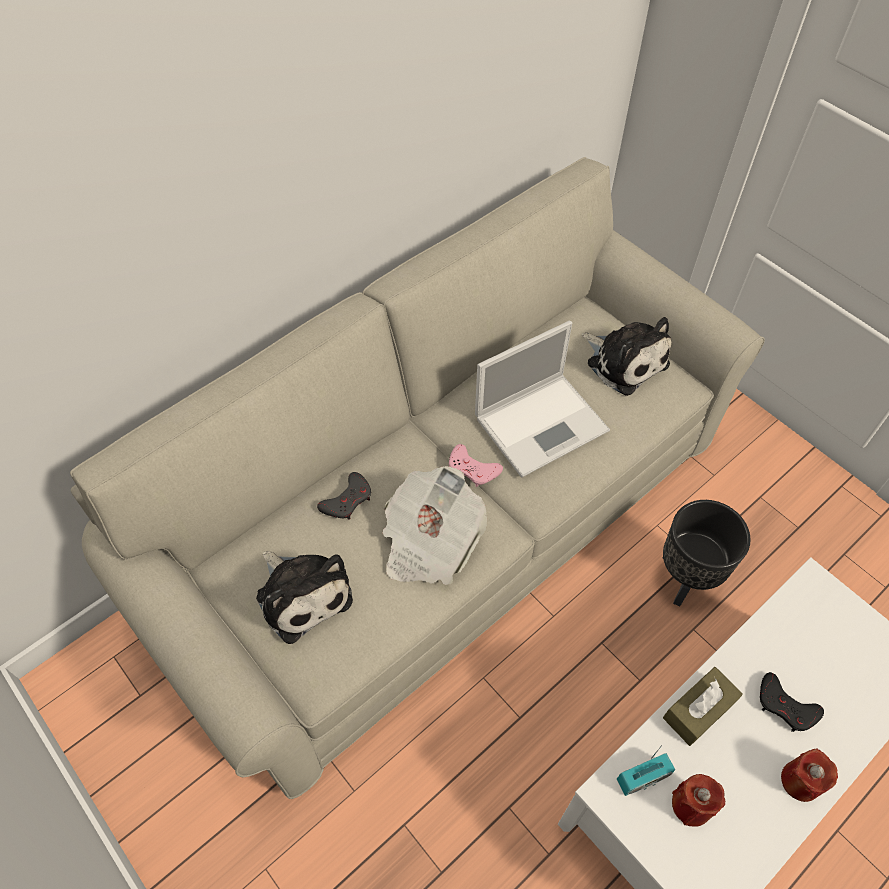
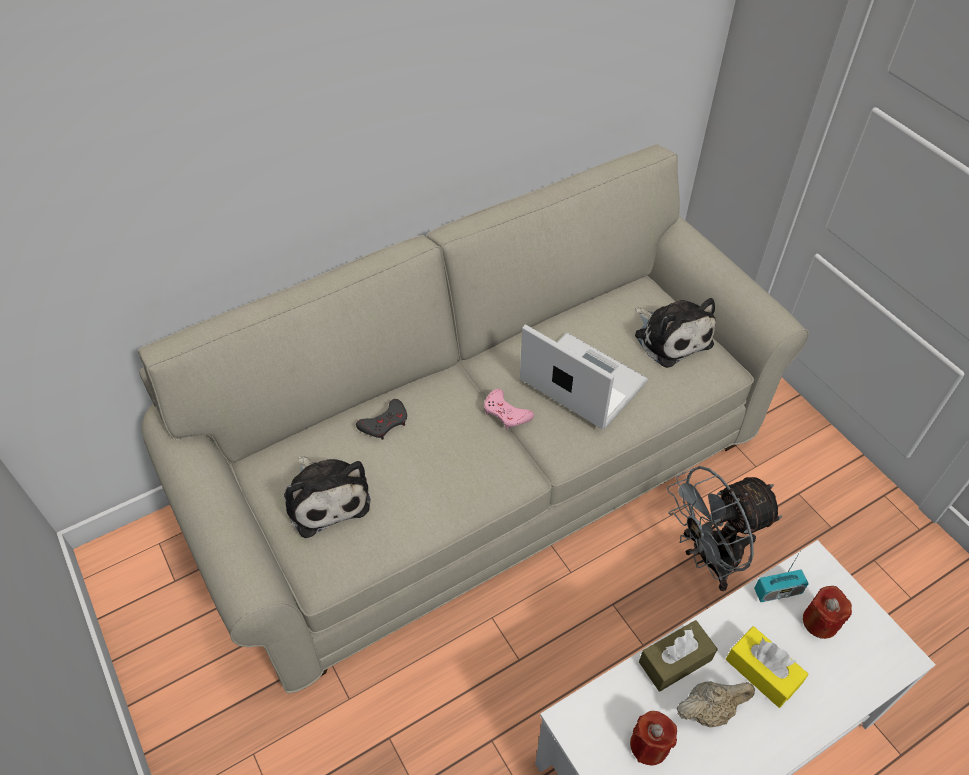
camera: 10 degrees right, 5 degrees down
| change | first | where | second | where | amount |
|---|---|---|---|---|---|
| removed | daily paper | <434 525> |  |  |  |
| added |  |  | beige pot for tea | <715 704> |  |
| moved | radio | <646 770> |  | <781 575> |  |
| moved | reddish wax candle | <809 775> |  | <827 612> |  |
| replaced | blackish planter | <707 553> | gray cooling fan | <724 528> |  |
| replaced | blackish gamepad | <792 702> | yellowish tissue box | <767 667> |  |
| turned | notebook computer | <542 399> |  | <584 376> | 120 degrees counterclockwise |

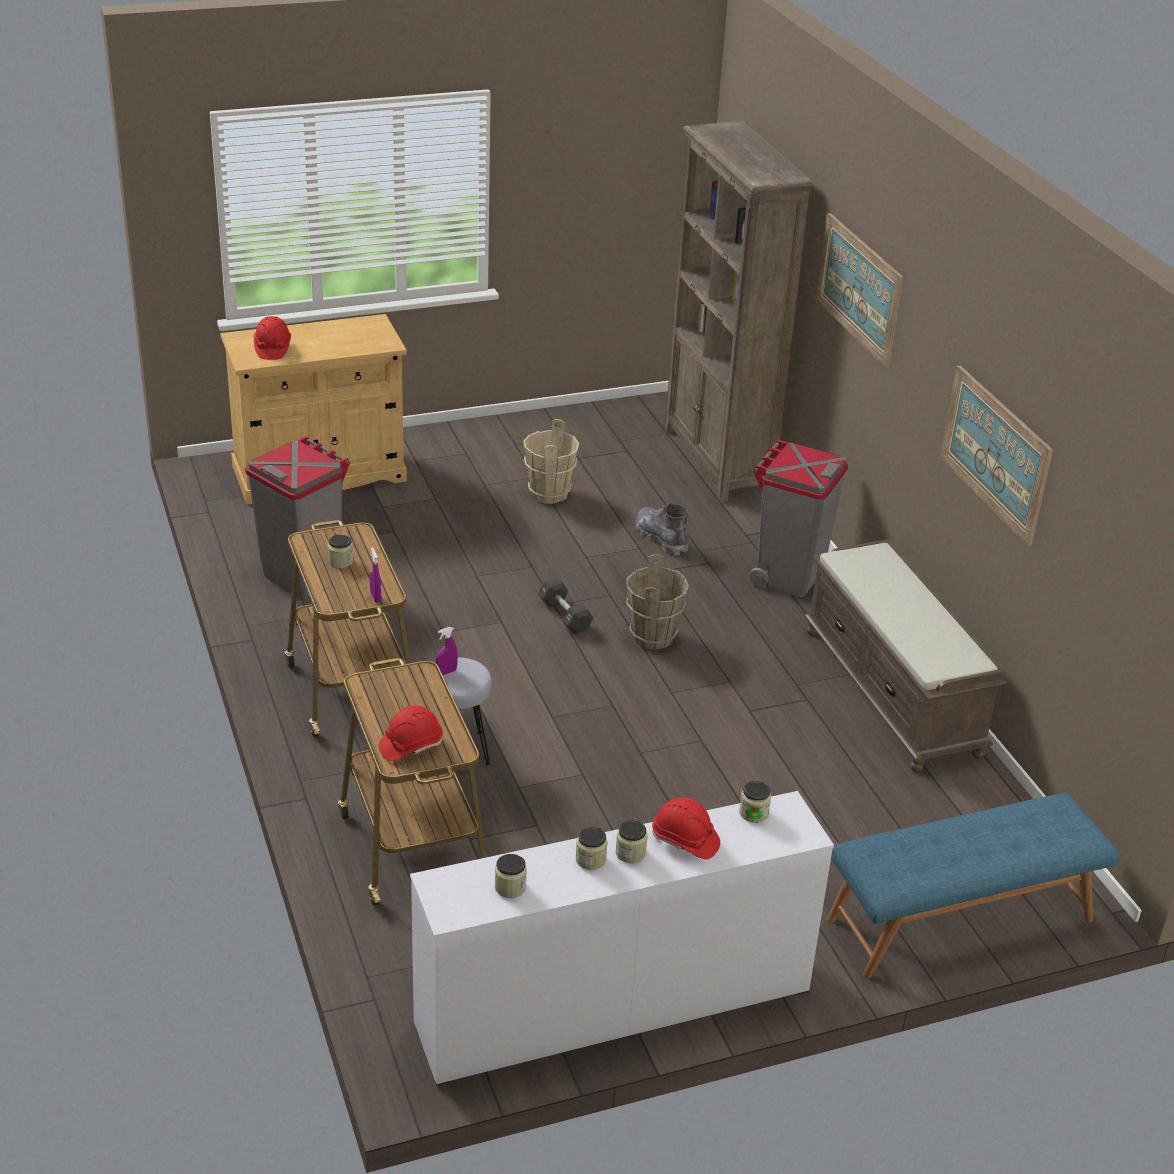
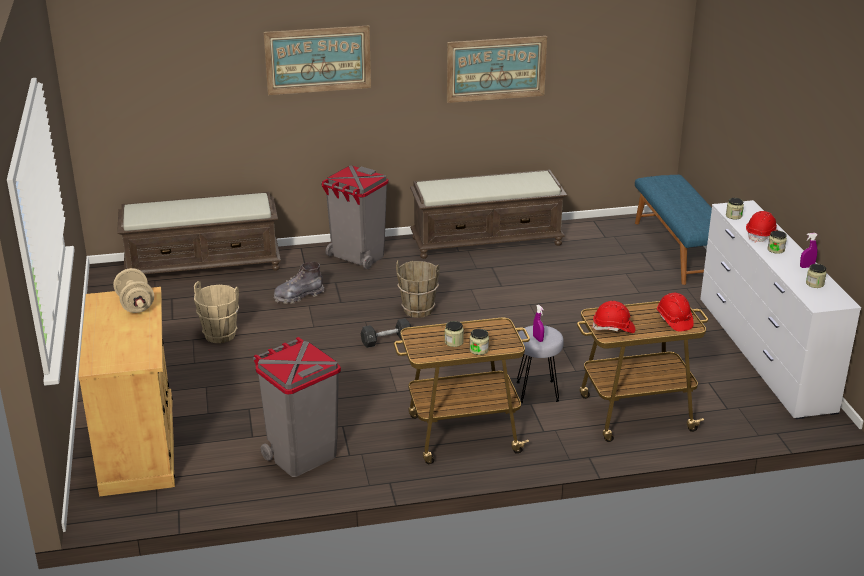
camera: 80 degrees left, 5 degrees down
| change | first | where | second | where | amount |
|---|---|---|---|---|---|
| added |  |  | beige dumbbell | <133 290> |  |
| moved | reddish safety helmet | <272 338> |  | <613 317> |  |
| moved | purple-coloured sprayer | <375 575> |  | <809 250> |  |
| moved | preserve jar | <592 848> |  | <479 342> |  |
| replaced | brown shelving unit | <738 311> | brown long seat | <199 233> |  |

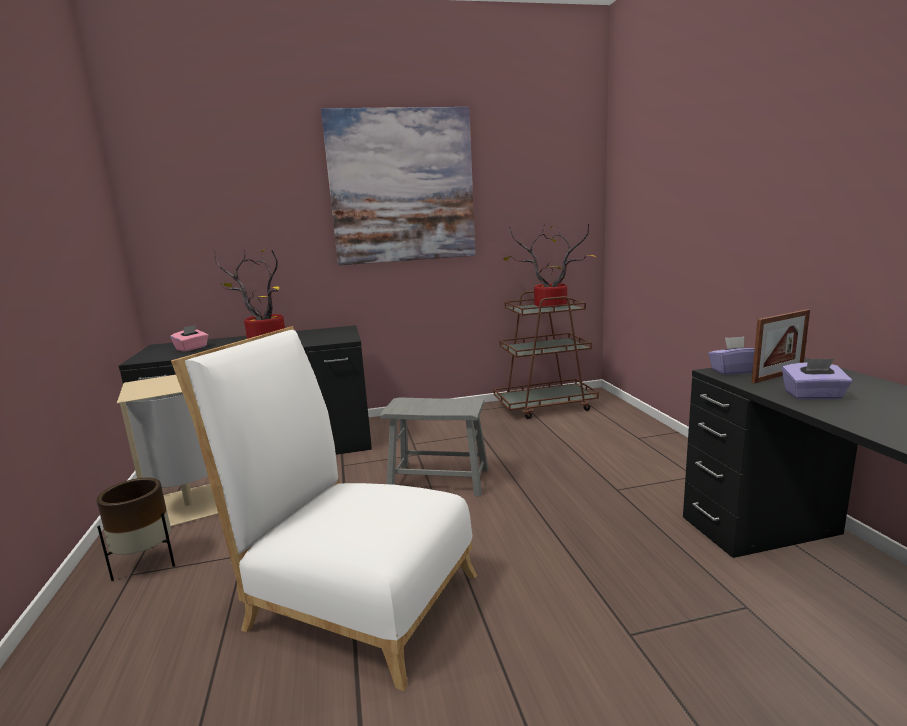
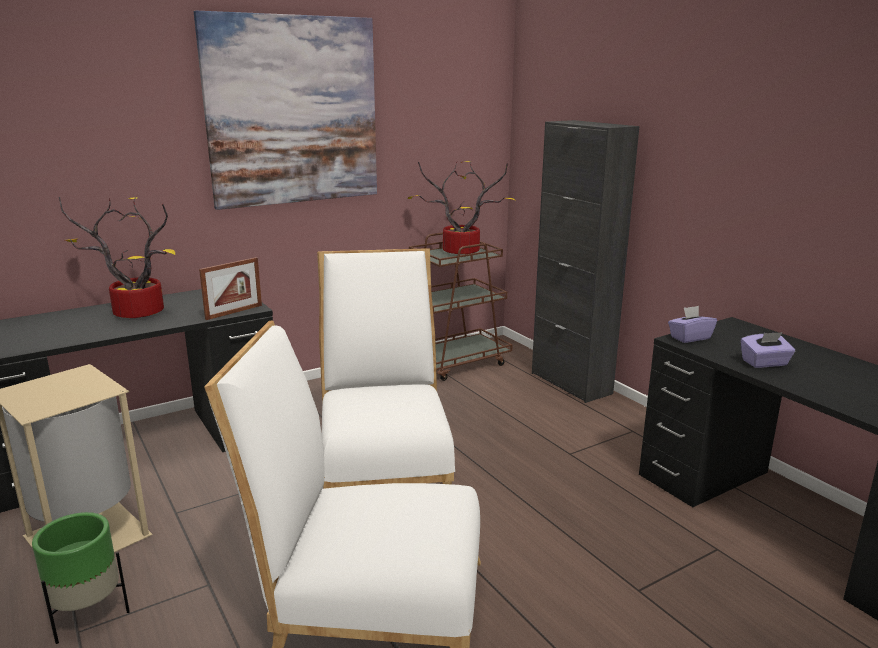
camera: 20 degrees left, 5 degrees up
| change | first | where | second | where | amount |
|---|---|---|---|---|---|
| removed | pinkish tissue box | <189 338> |  |  |  |
| added |  |  | blackish cabinet | <585 261> |  |
| moved | picture frame | <780 346> |  | <230 288> |  |
| replaced | gray stool | <434 447> | whitish chair | <386 368> |  |
| recoloured | brown planter | <135 529> | green-coloured planter | <81 578> |  |

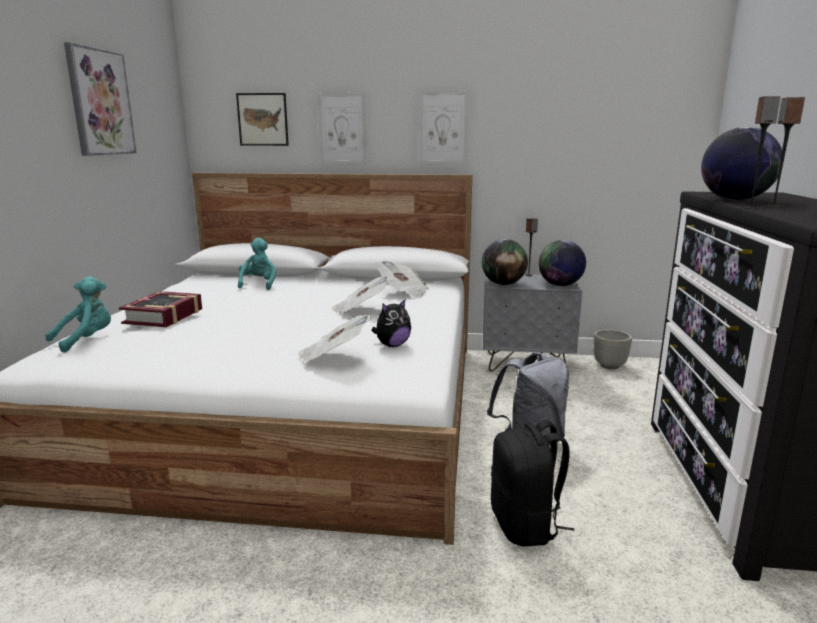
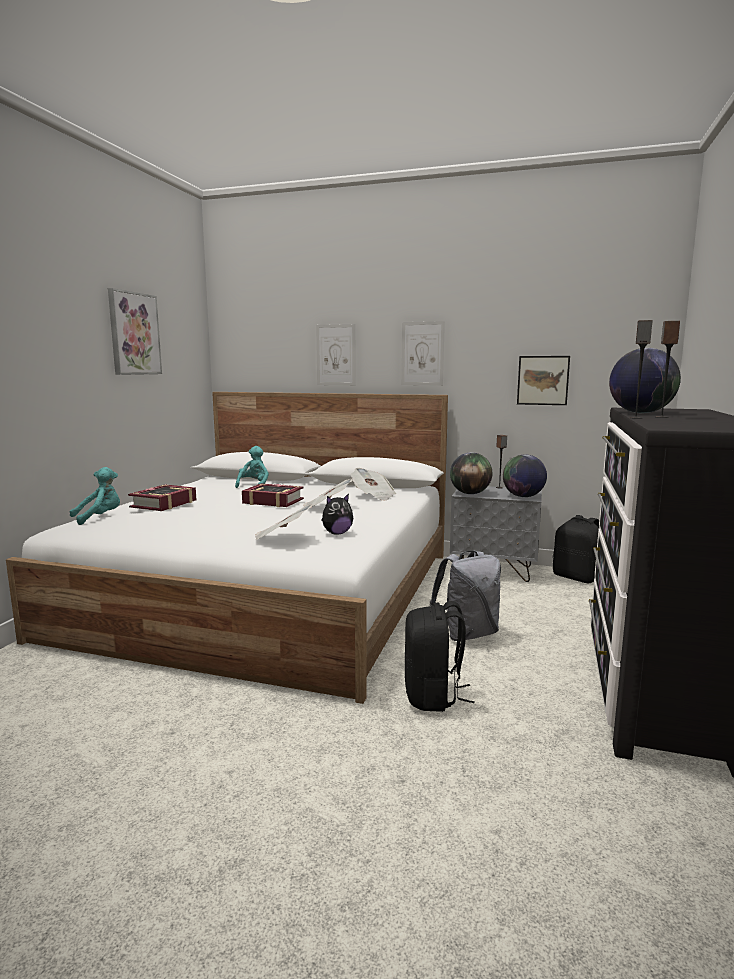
camera: 10 degrees right, 5 degrees down
| change | first | where | second | where | amount |
|---|---|---|---|---|---|
| added |  |  | volume | <273 495> |  |
| moved | wall picture | <262 119> |  | <543 380> |  |
| replaced | gray planter | <613 349> | blackish rucksack | <576 549> |  |

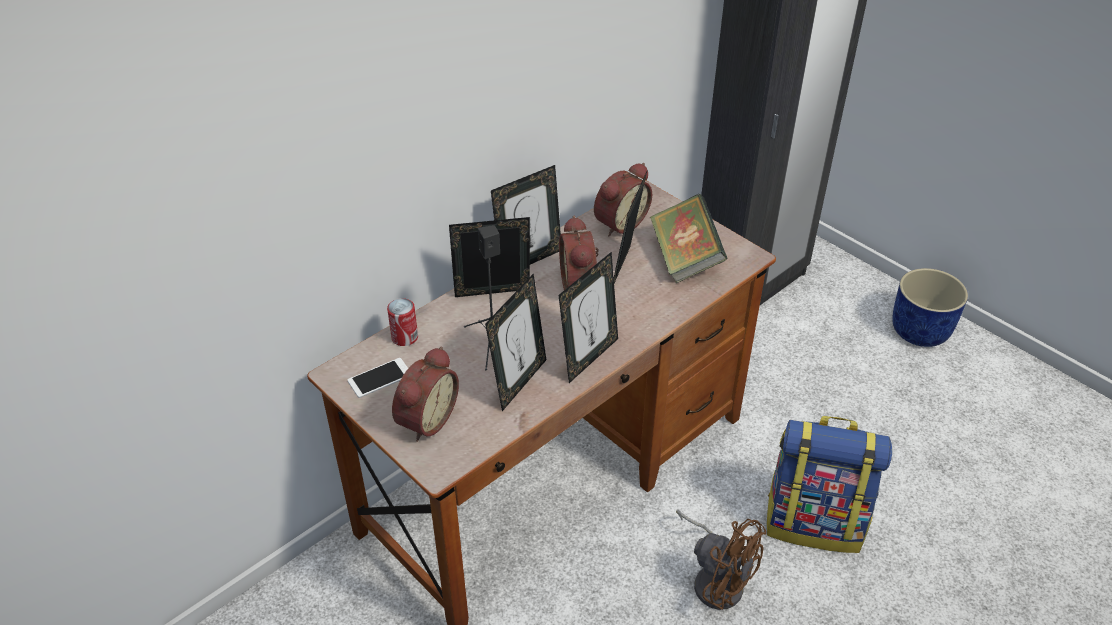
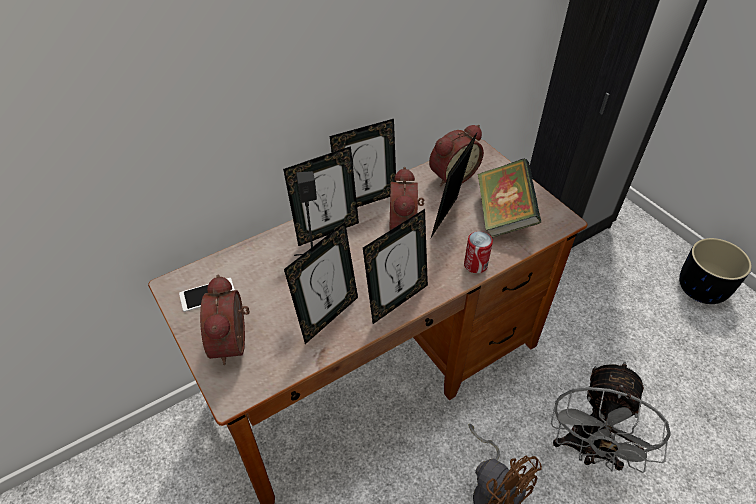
camera: 10 degrees right, 5 degrees up
| change | first | where | second | where | amount |
|---|---|---|---|---|---|
| moved | metal can | <402 322> |  | <478 252> |  |
| replaced | rucksack | <829 484> | gray cooling fan | <611 417> |  |
| recoloured | blue planter | <930 307> | blackish planter | <715 271> |  |
| turned | bedside clock | <425 394> |  | <225 320> | 135 degrees clockwise |
| turned | picture frame | <489 257> |  | <321 196> | 150 degrees clockwise |

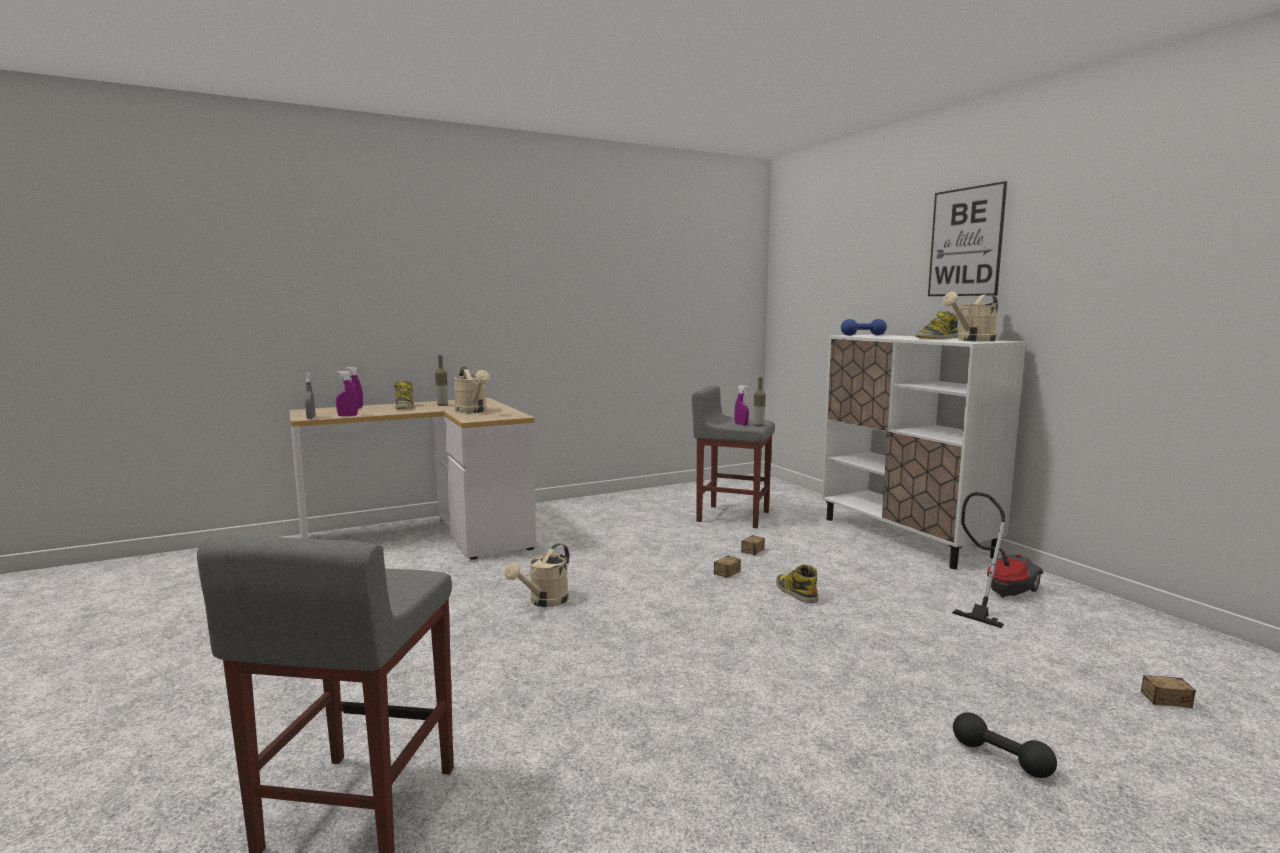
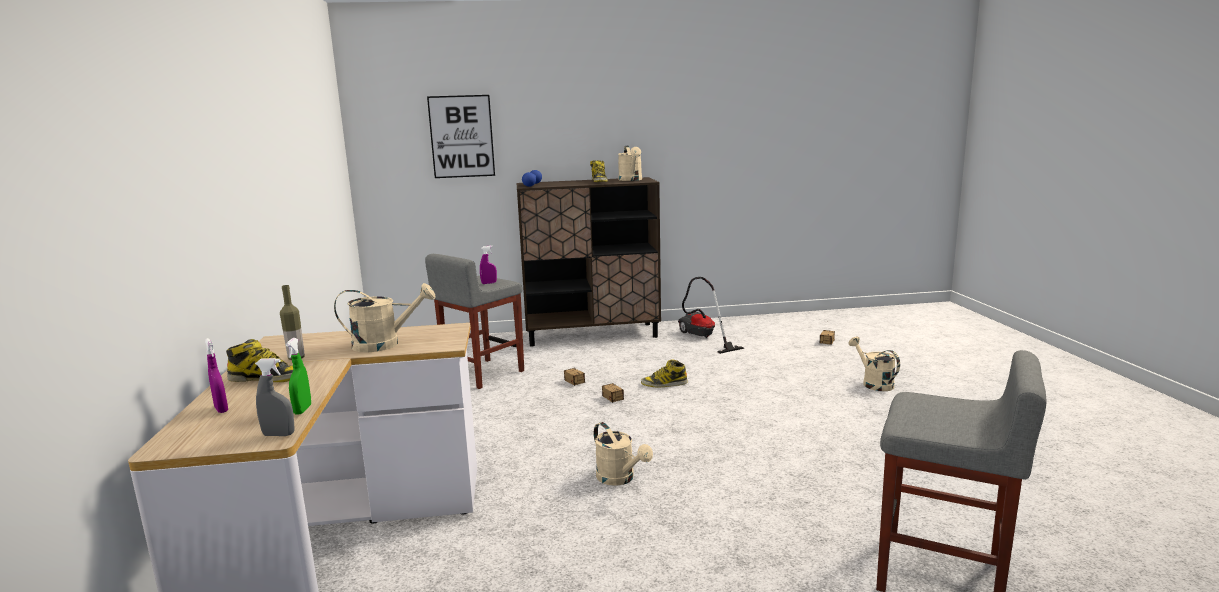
camera: 70 degrees left, 5 degrees up
| change | first | where | second | where | amount |
|---|---|---|---|---|---|
| removed | drink bottle | <760 401> |  |  |  |
| moved | wall picture | <967 238> |  | <461 136> |  |
| replaced | blackish dumbbell | <1005 745> | beige watering can | <874 363> |  |
| recoloured | purple-coloured sprayer | <347 393> | green-coloured sprayer | <298 376> |  |
| recoloured | whitish cabinet | <924 452> | brown cabinet | <589 262> |  |

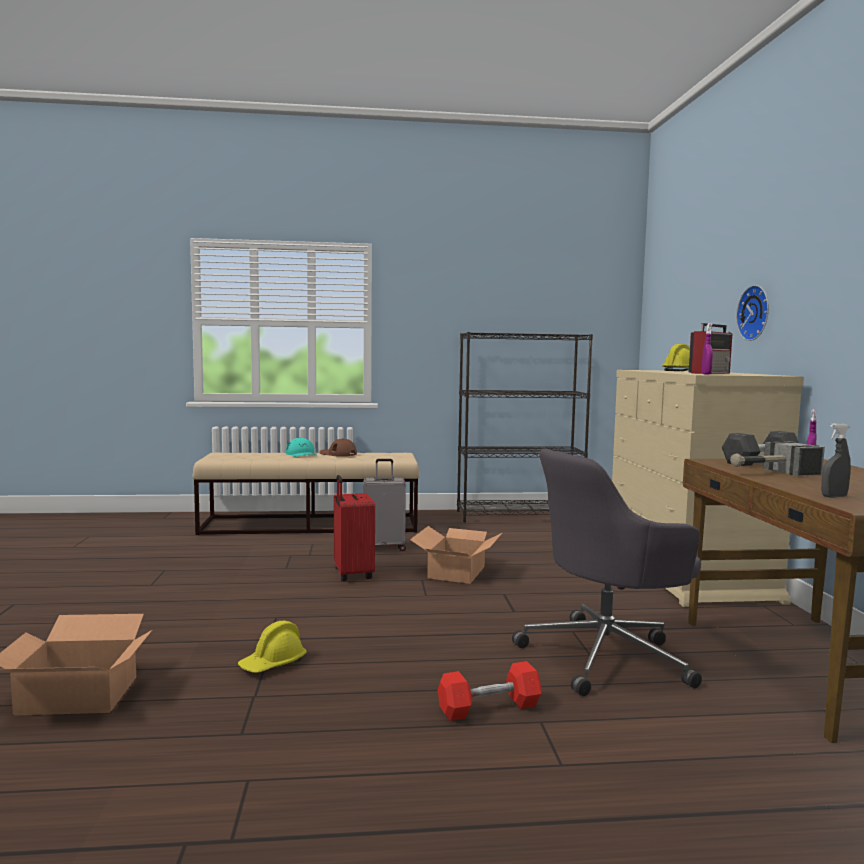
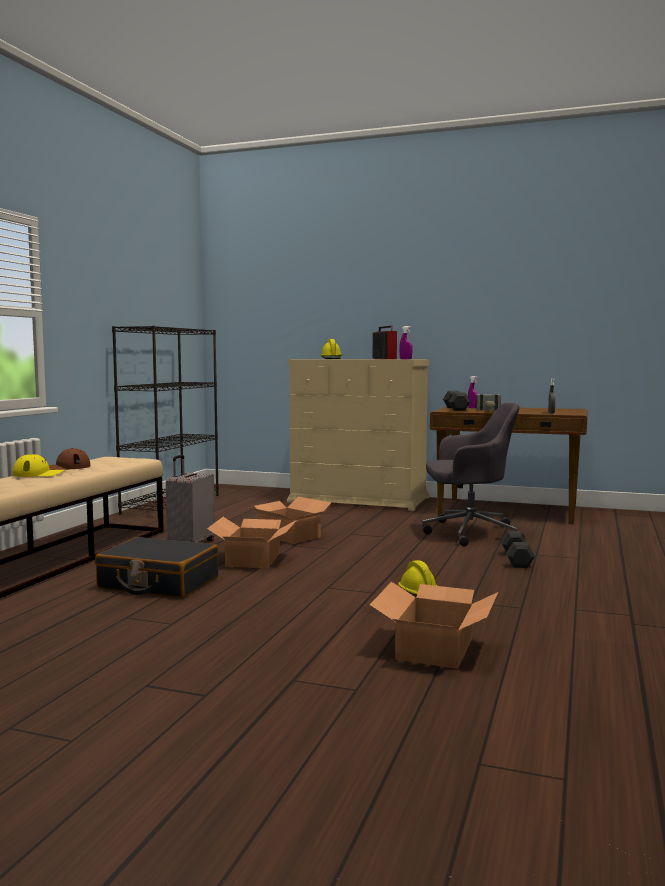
camera: 65 degrees left, 0 degrees up
| change | first | where | second | where | amount |
|---|---|---|---|---|---|
| removed | wall clock | <752 313> |  |  |  |
| added |  |  | blackish travel case | <157 568> |  |
| replaced | reddish travel case | <354 528> | packing box | <252 542> |  |
| recoloured | blue-green peaked cap | <301 447> | yellowish peaked cap | <38 465> |  |
| recoloured | reddish dumbbell | <490 691> | gray dumbbell | <518 549> |  |
| turned | gray desk chair | <607 572> |  | <473 474> | 90 degrees counterclockwise |

